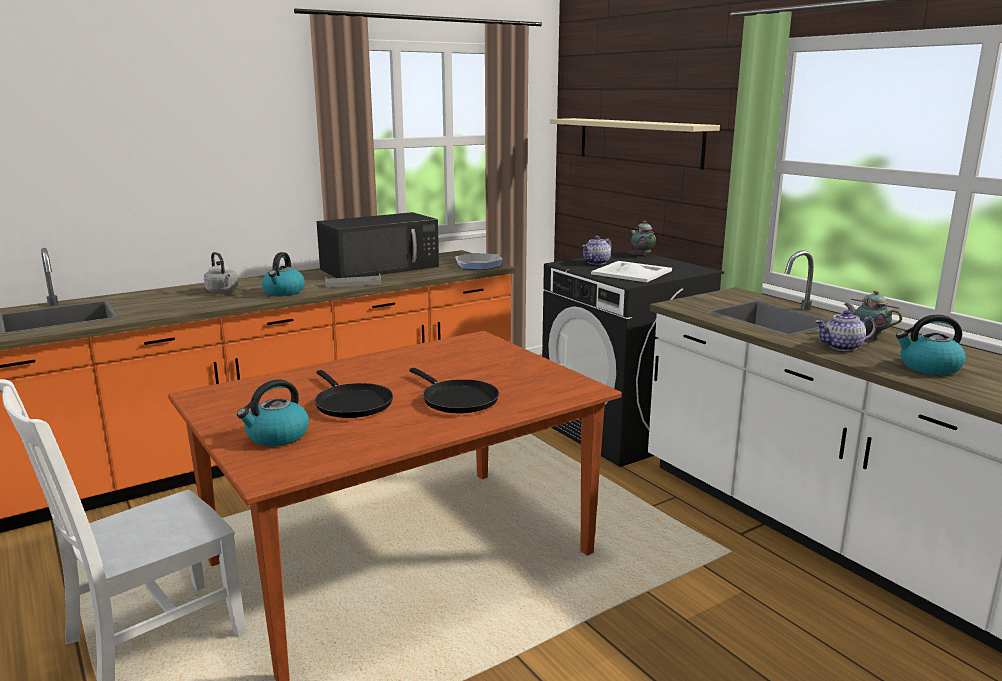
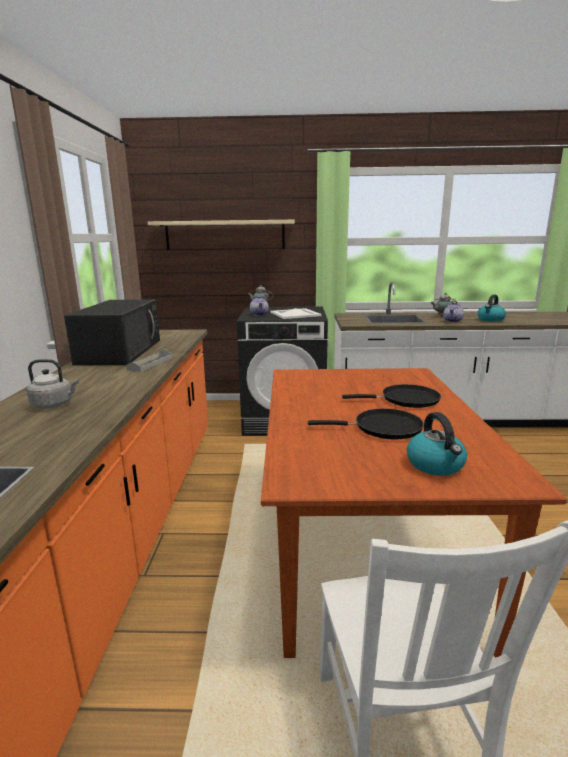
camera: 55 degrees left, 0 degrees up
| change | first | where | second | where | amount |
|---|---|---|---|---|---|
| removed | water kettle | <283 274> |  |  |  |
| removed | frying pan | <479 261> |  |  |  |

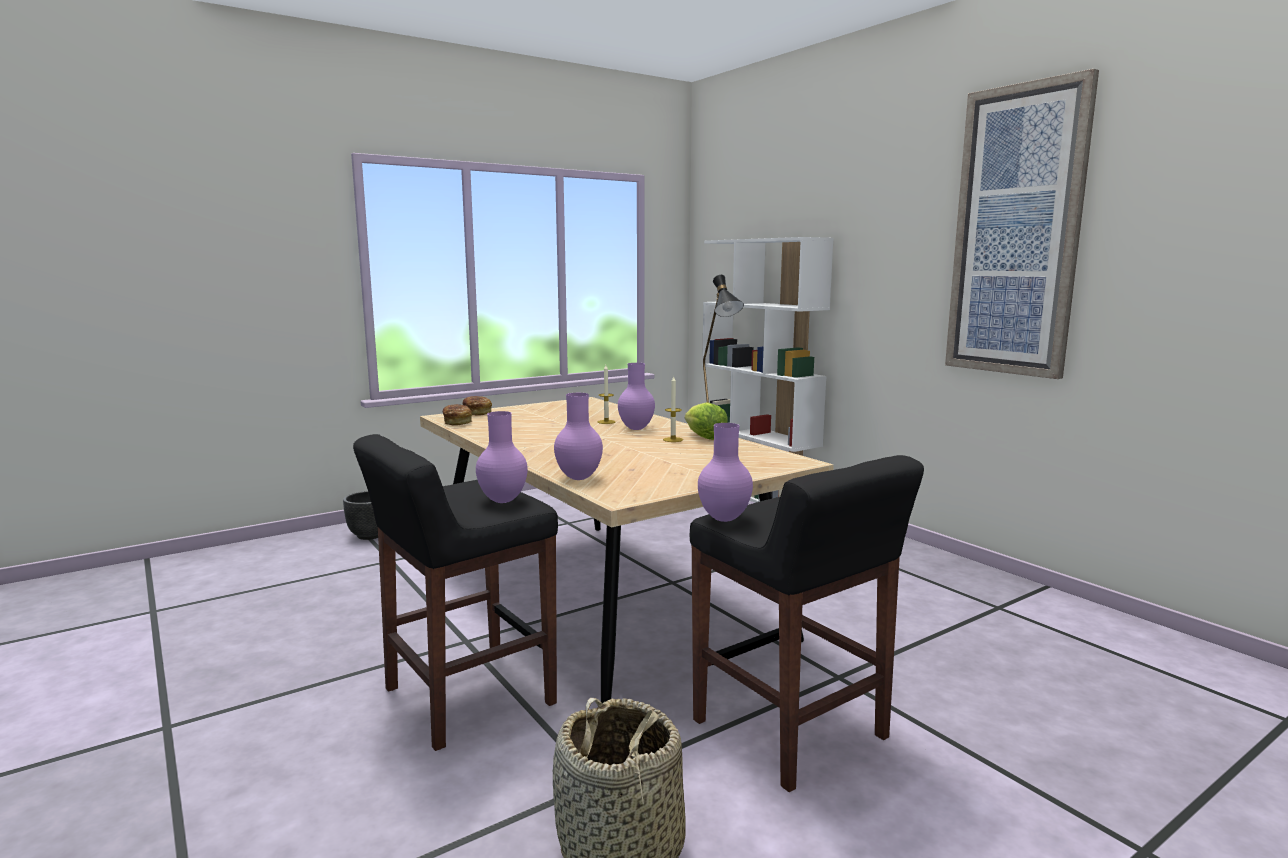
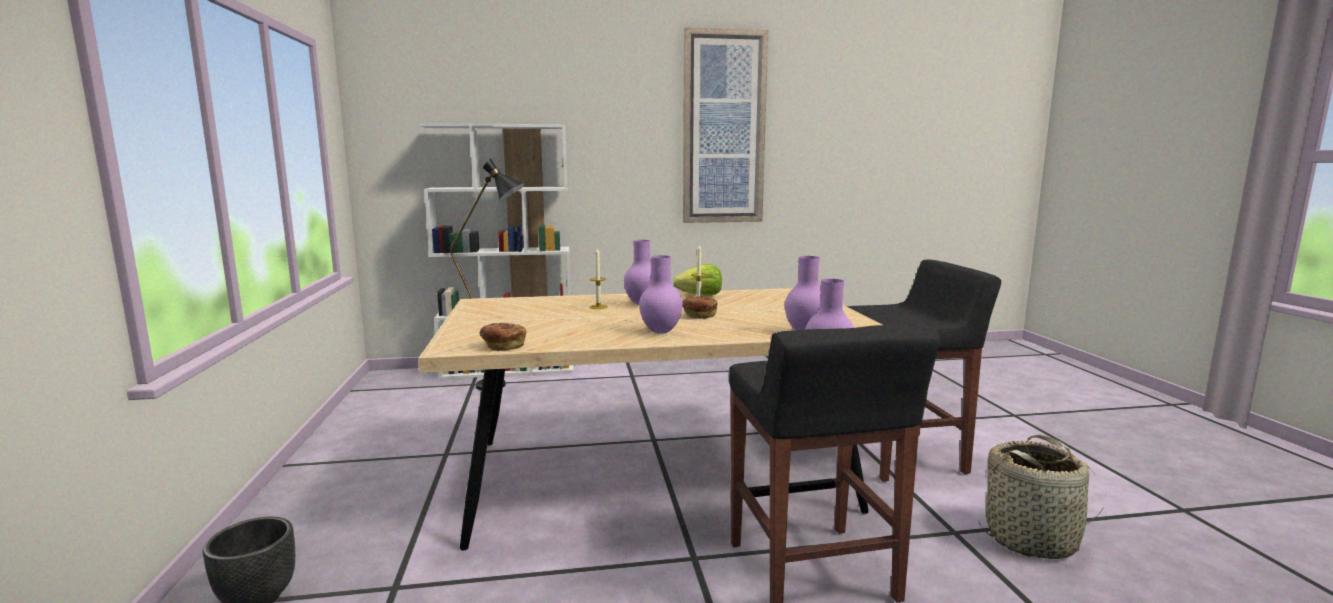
camera: 65 degrees left, 0 degrees up
| change | first | where | second | where | amount |
|---|---|---|---|---|---|
| moved | bakery bread | <477 406> |  | <699 307> |  |
| moved | purple-coloured decorative vase | <725 472> |  | <661 294> |  |

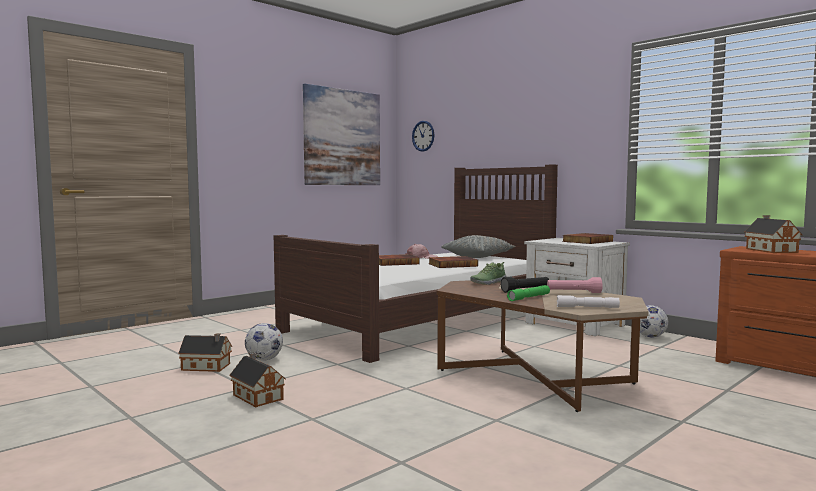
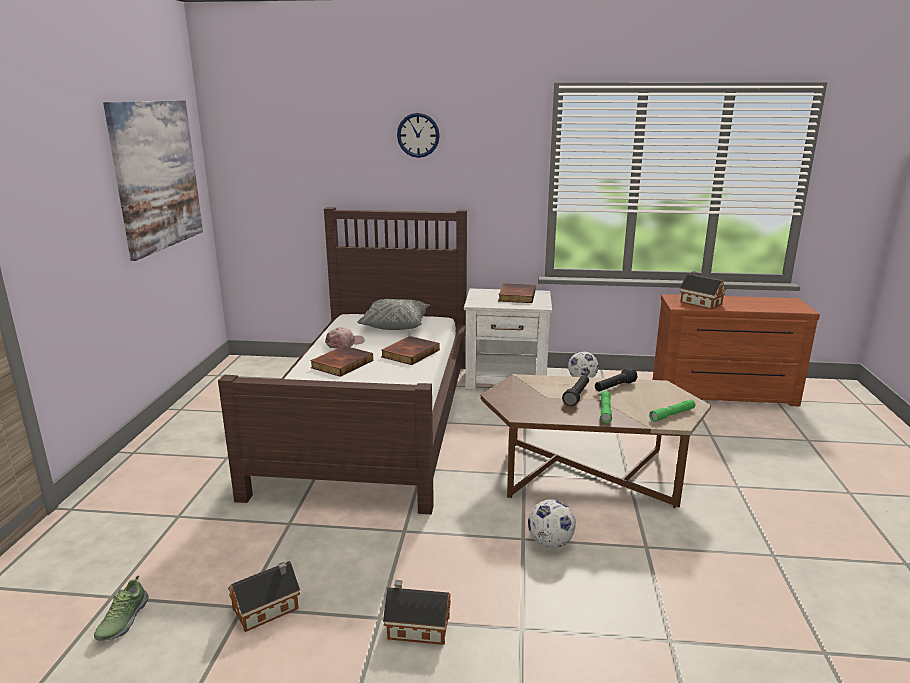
camera: 40 degrees left, 15 degrees up
| change | first | where | second | where | amount |
|---|---|---|---|---|---|
| moved | ball for football | <264 342> |  | <552 523> |  |
| moved | wall clock | <423 136> |  | <418 135> |  |
| moved | item of footwear | <488 273> |  | <121 608> |  |
| recoloured | pinkish flashlight | <575 285> | blackish flashlight | <616 379> |  |
| recoloured | whitish flashlight | <588 301> | green-coloured flashlight | <672 411> |  |

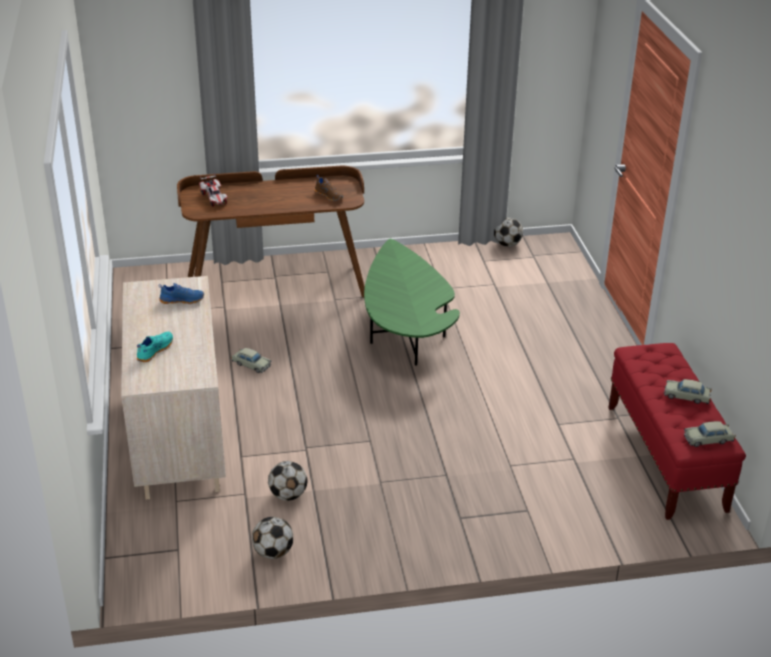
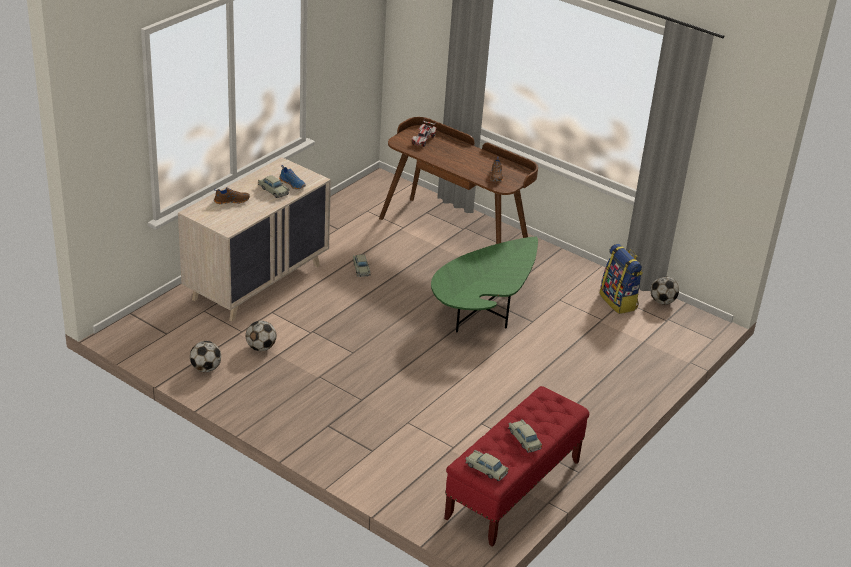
camera: 45 degrees right, 0 degrees up
| change | first | where | second | where | amount |
|---|---|---|---|---|---|
| added |  |  | beige miniature car | <274 186> |  |
| added |  |  | rucksack | <621 279> |  |
| recoloured | blue-green item of footwear | <155 347> | brown item of footwear | <232 195> |  |

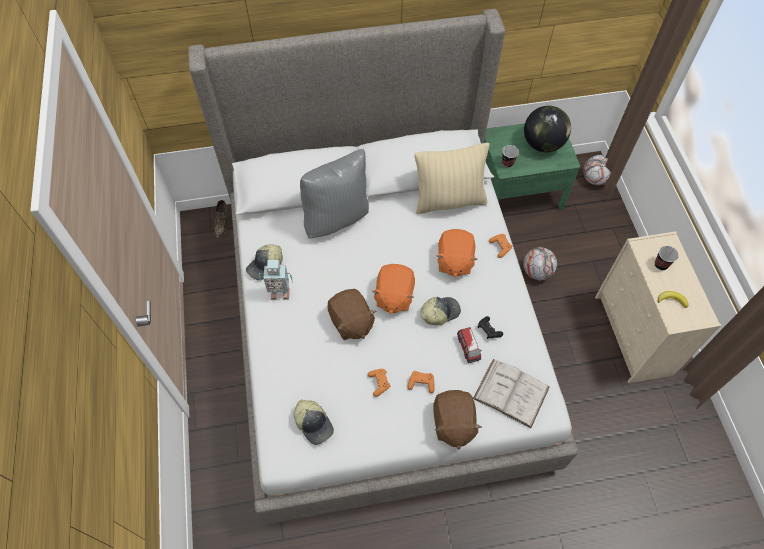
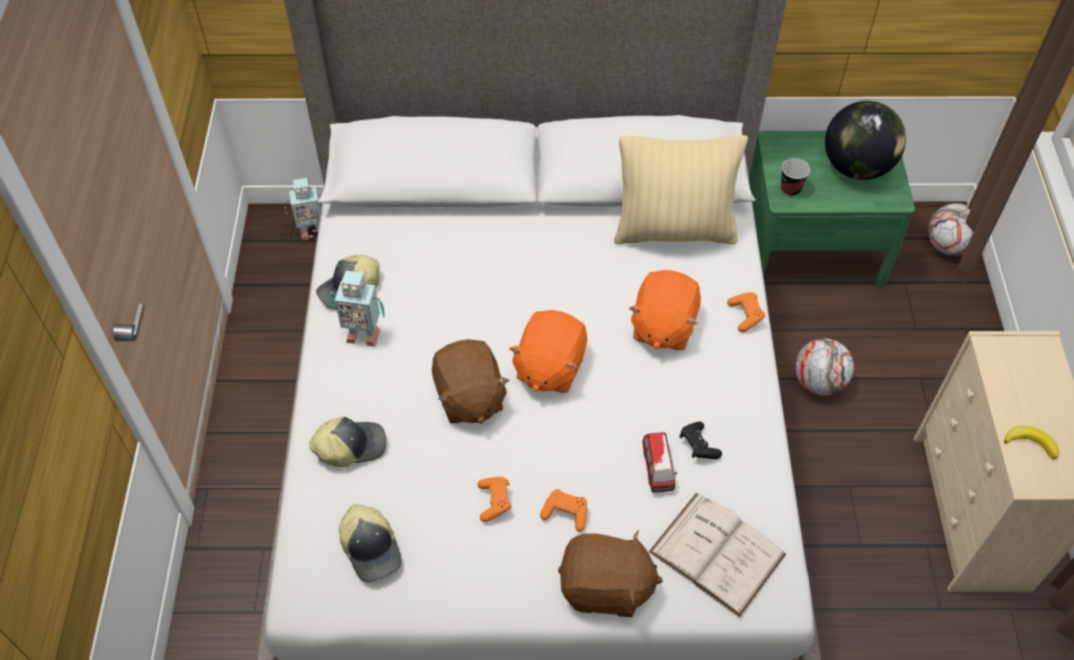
camera: 10 degrees right, 5 degrees down
| change | first | where | second | where | amount |
|---|---|---|---|---|---|
| removed | gray throw pillow | <334 194> |  |  |  |
| removed | drinking cup | <667 258> |  |  |  |
| moved | peaked cap | <440 311> |  | <347 441> |  |
| replaced | brown item of footwear | <220 219> | robot figure | <302 209> |  |
| turned | brown plush toy | <457 420> |  | <610 573> | 90 degrees counterclockwise |

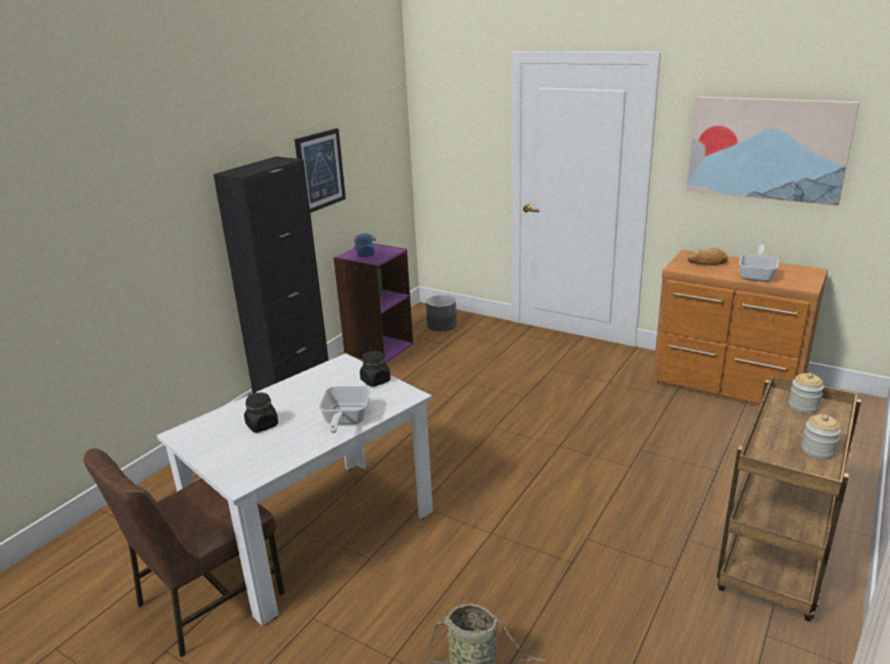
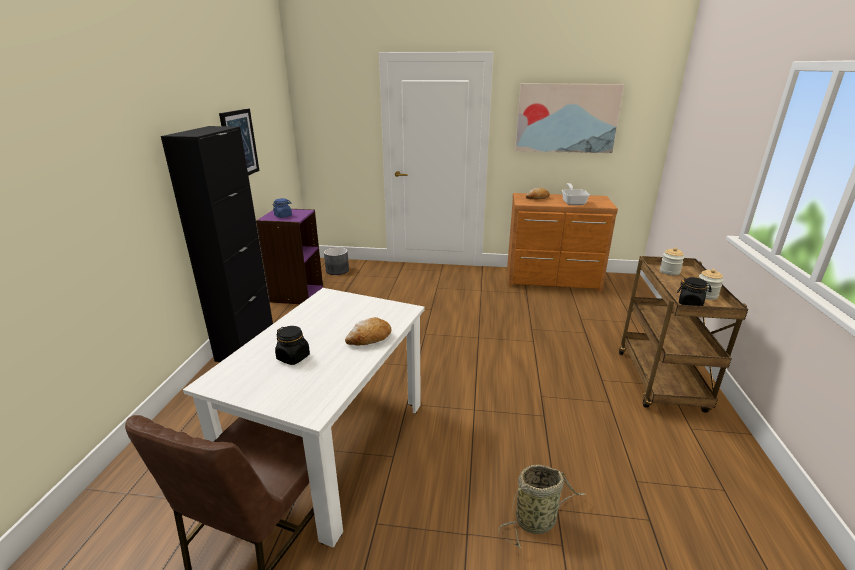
camera: 25 degrees left, 0 degrees up
| change | first | where | second | where | amount |
|---|---|---|---|---|---|
| moved | blackish preserve jar | <375 369> |  | <694 291> |  |
| replaced | frying pan | <345 409> | bakery bread | <368 331> |  |

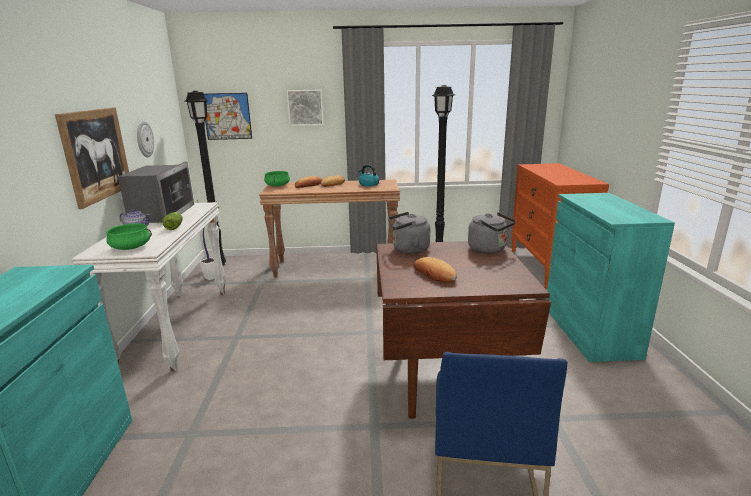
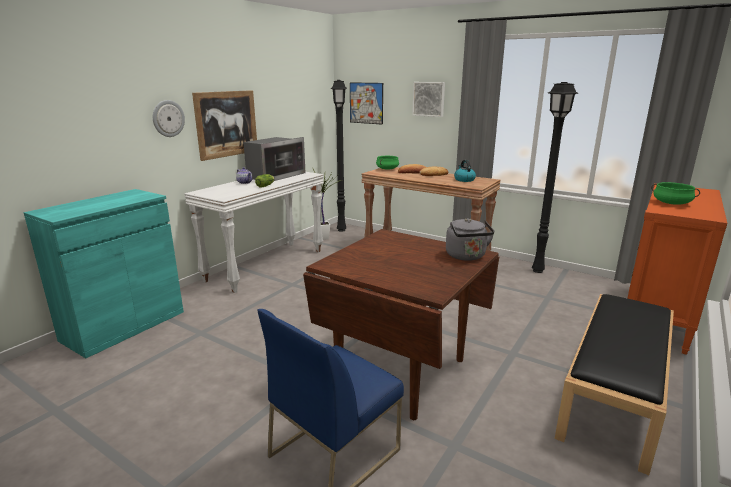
camera: 35 degrees right, 0 degrees up
| change | first | where | second | where | amount |
|---|---|---|---|---|---|
| removed | gray water kettle | <409 232> |  |  |  |
| removed | bakery bread | <435 269> |  |  |  |
| moved | green-coloured saucepot | <129 236> |  | <675 193> |  |
| moved | wall clock | <145 139> |  | <169 118> |  |
| replaced | blue-green cabinet | <610 277> | blackish long seat | <614 384> |  |

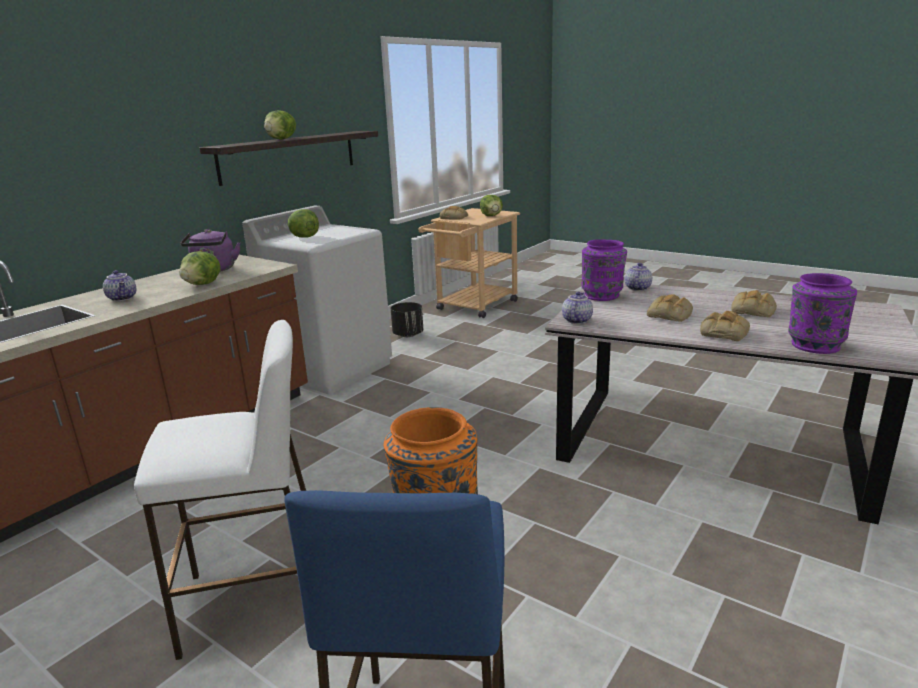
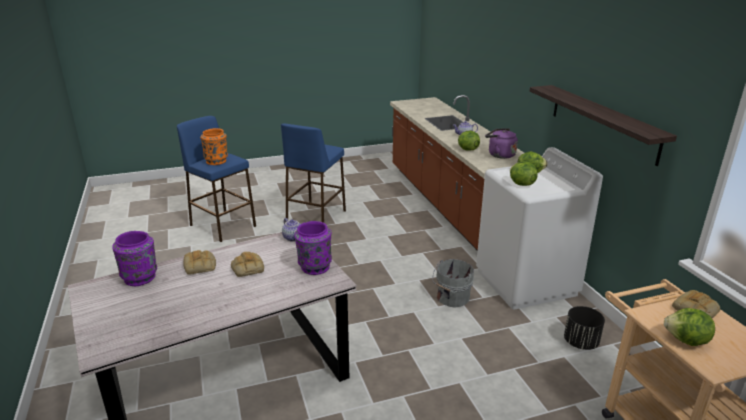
camera: 125 degrees right, 5 degrees up
| change | first | where | second | where | amount |
|---|---|---|---|---|---|
| removed | pot for tea | <638 277> |  |  |  |
| removed | bakery bread | <754 303> |  |  |  |
| added |  |  | gray water bucket | <453 283> |  |
| moved | lettuce head | <280 124> |  | <524 173> |  |
| recoloured | whitish stool | <220 490> | blue stool | <313 173> |  |

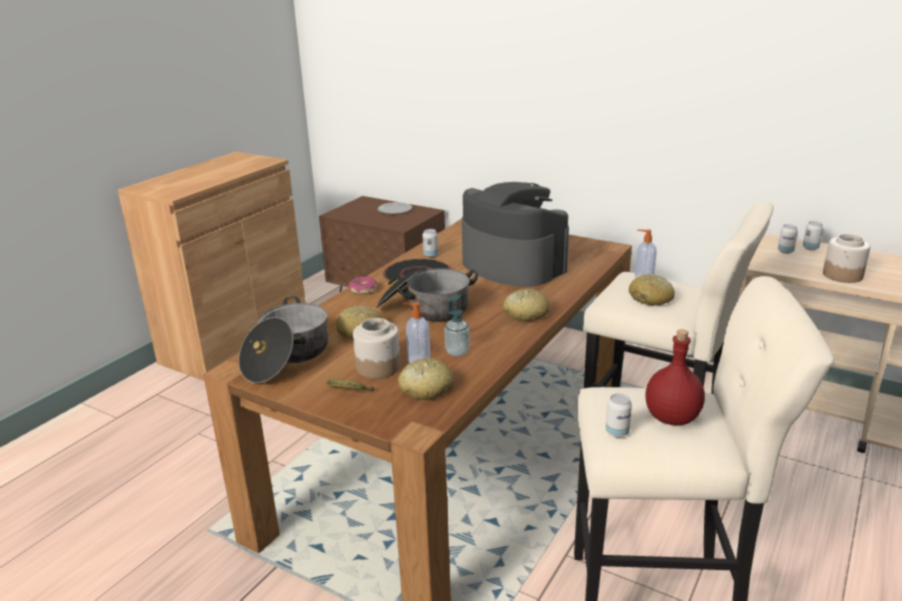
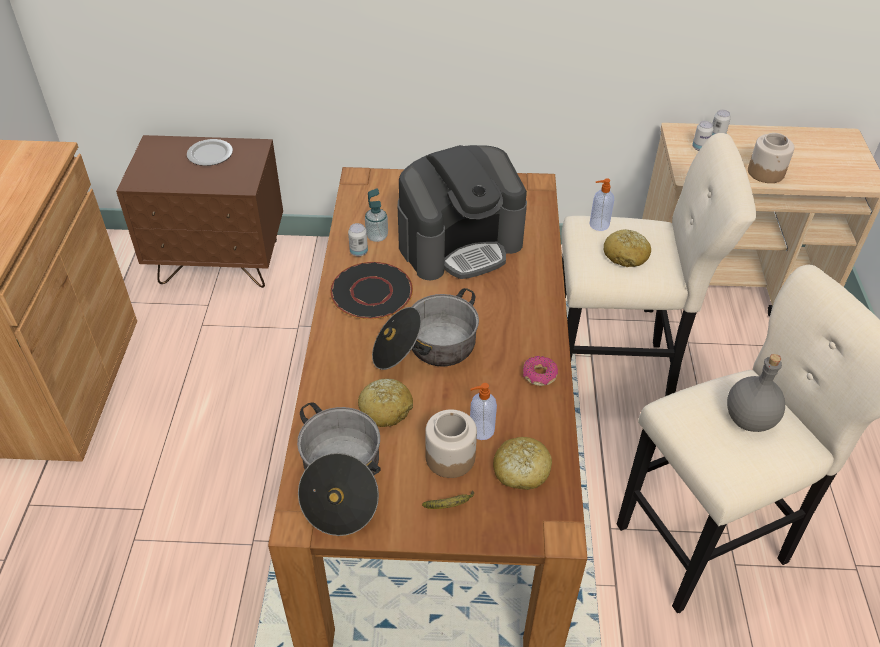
camera: 30 degrees left, 20 degrees up
| change | first | where | second | where | amount |
|---|---|---|---|---|---|
| removed | bakery bread | <526 304> |  |  |  |
| removed | metal can | <619 415> |  |  |  |
| moved | donut | <363 285> |  | <540 371> |  |
| moved | soap dispenser | <457 325> |  | <376 215> |  |
| recoloured | reddish drink bottle | <675 377> | gray drink bottle | <756 393> |  |
| turned | coffee brewer | <515 234> |  | <462 212> | 135 degrees clockwise |

